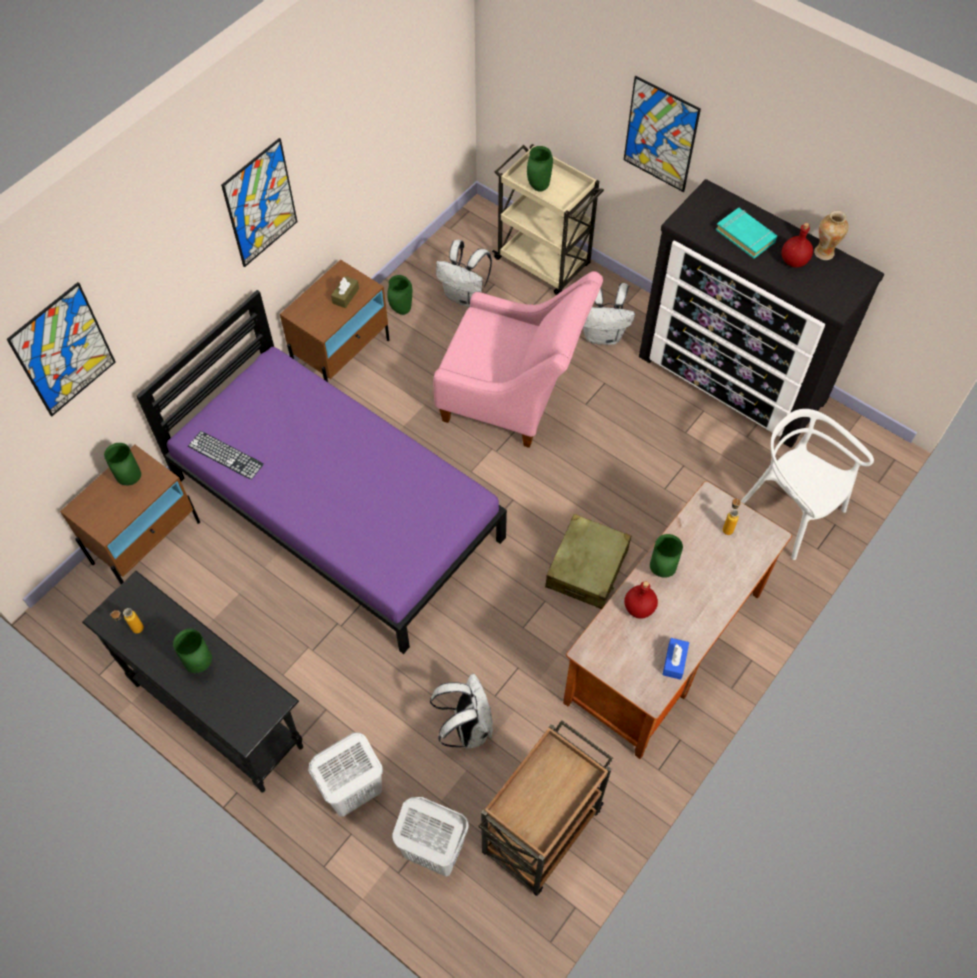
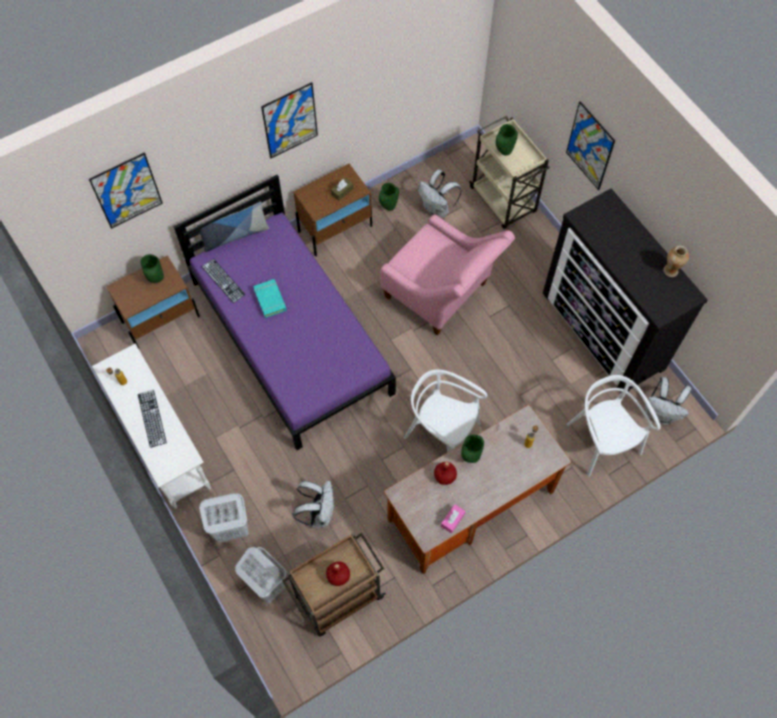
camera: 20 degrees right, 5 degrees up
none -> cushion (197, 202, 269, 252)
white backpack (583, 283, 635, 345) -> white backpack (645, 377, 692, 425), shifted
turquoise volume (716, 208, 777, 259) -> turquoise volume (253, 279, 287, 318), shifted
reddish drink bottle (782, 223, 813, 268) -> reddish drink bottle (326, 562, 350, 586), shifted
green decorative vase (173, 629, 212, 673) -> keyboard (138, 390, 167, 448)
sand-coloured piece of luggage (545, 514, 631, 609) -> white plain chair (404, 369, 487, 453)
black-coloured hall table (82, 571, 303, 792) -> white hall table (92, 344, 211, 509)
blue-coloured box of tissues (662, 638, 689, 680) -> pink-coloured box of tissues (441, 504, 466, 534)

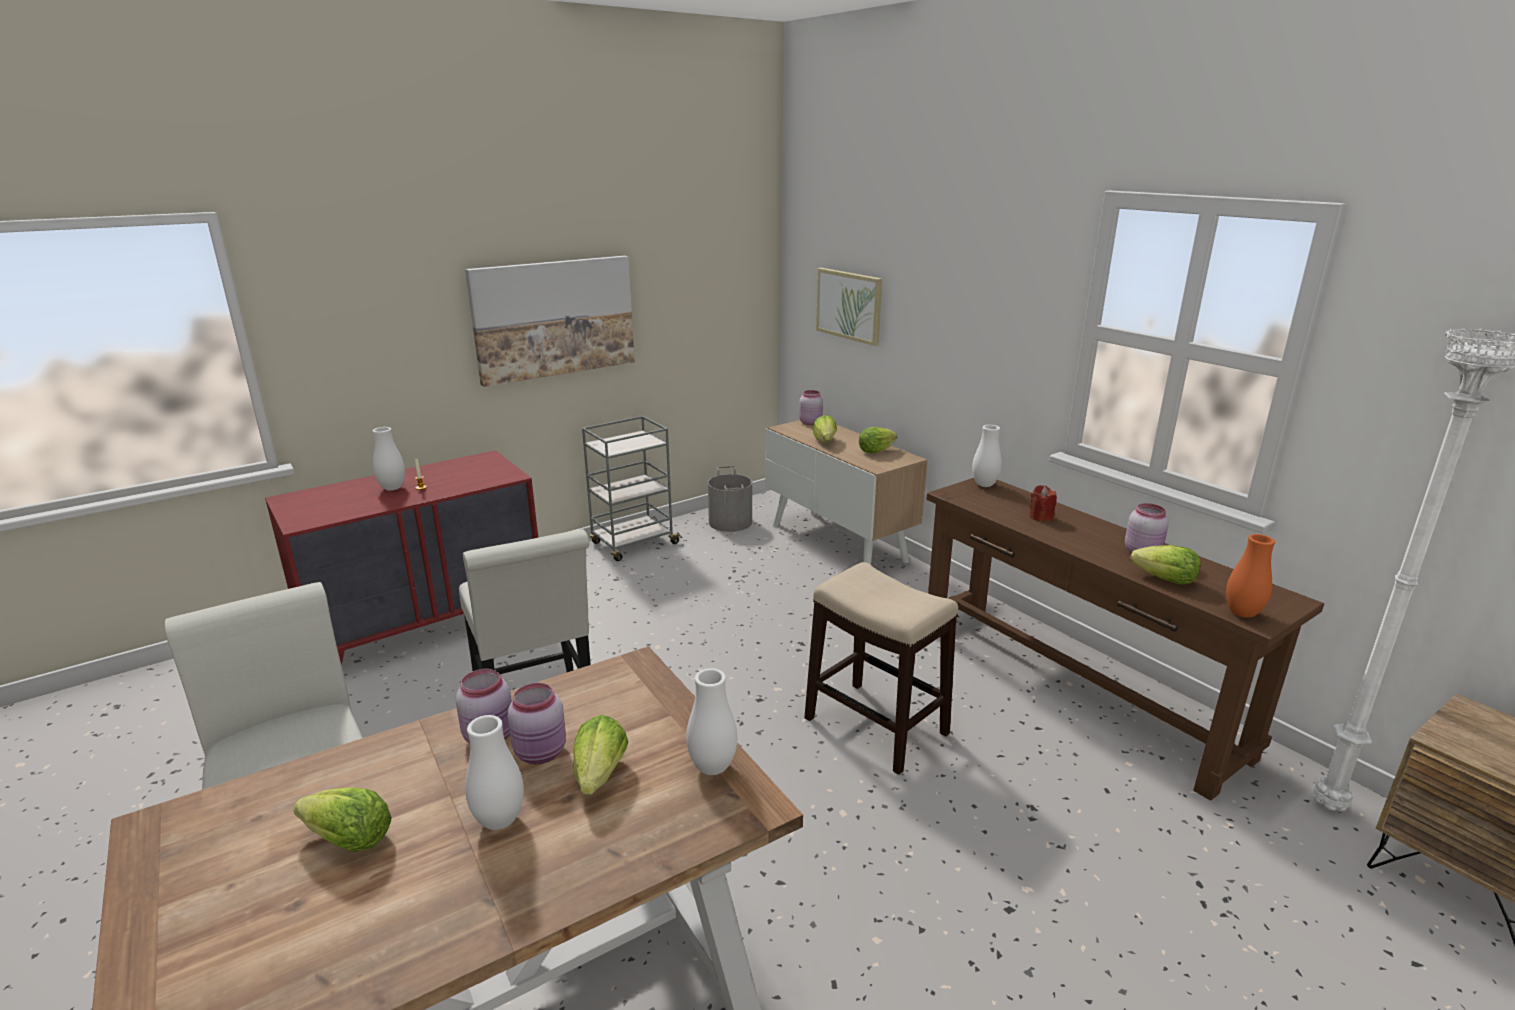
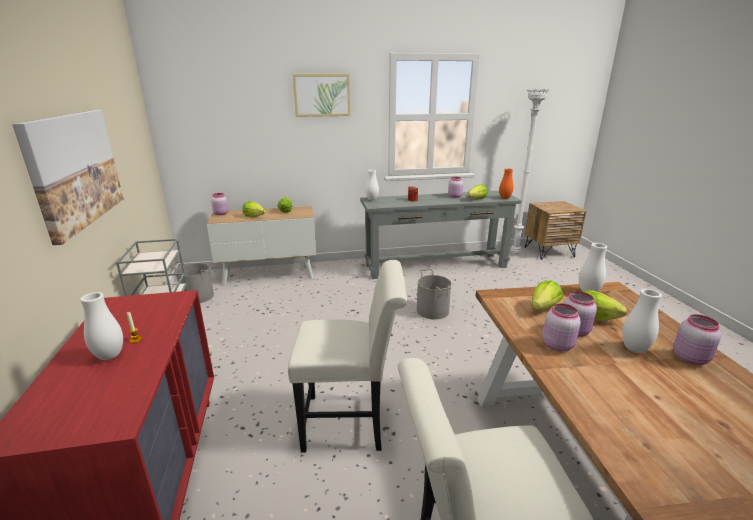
camera: 65 degrees left, 0 degrees up
none -> pink-coloured storage jar (673, 314, 721, 365)
lettuce head (293, 787, 392, 852) -> lettuce head (531, 280, 563, 310), shifted
wall picture (816, 268, 882, 346) -> wall picture (293, 74, 350, 117), shifted
stool (804, 562, 958, 775) -> greyish bucket (417, 269, 452, 319)
brown-coloured hall table (927, 478, 1324, 801) -> greyish hall table (360, 191, 521, 279)

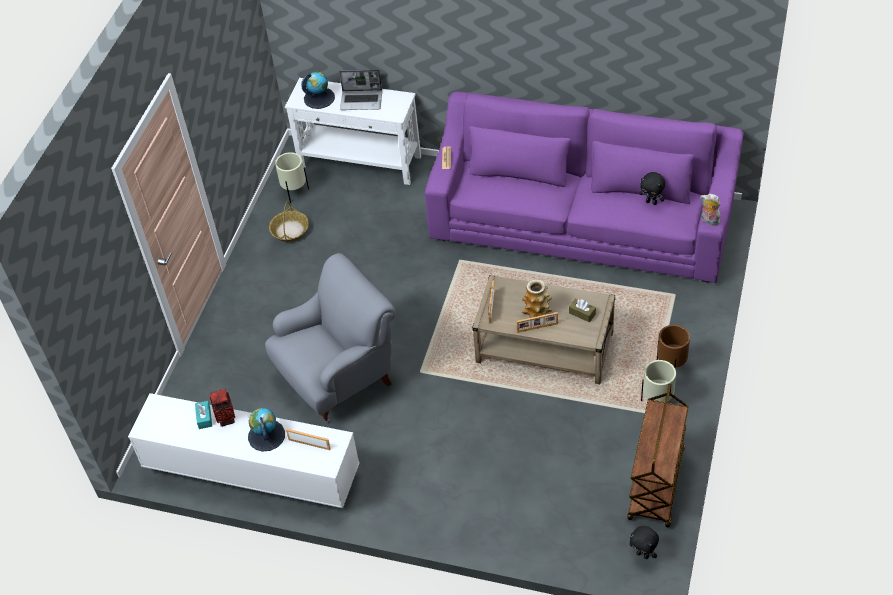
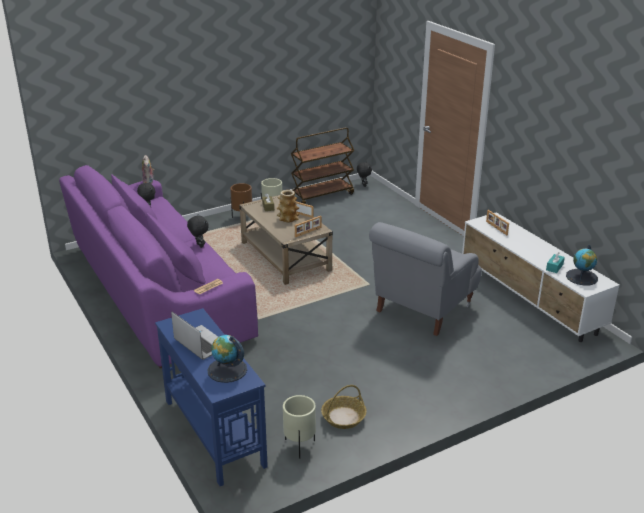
camera: 140 degrees left, 20 degrees down
decorative vase (210, 389, 235, 427) -> none
none -> black-coloured cuddly toy (187, 214, 209, 248)
world globe (248, 408, 285, 452) -> world globe (566, 245, 598, 286), shifted
white hall table (285, 78, 421, 185) -> blue-coloured hall table (155, 308, 268, 486)
greyish lounge chair (265, 253, 396, 423) -> greyish lounge chair (369, 222, 482, 336), 60 degrees counterclockwise

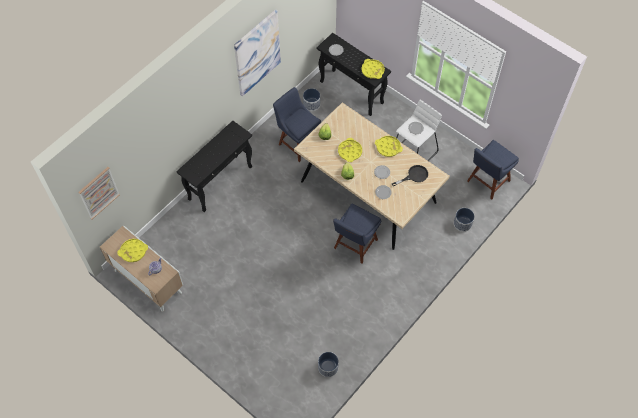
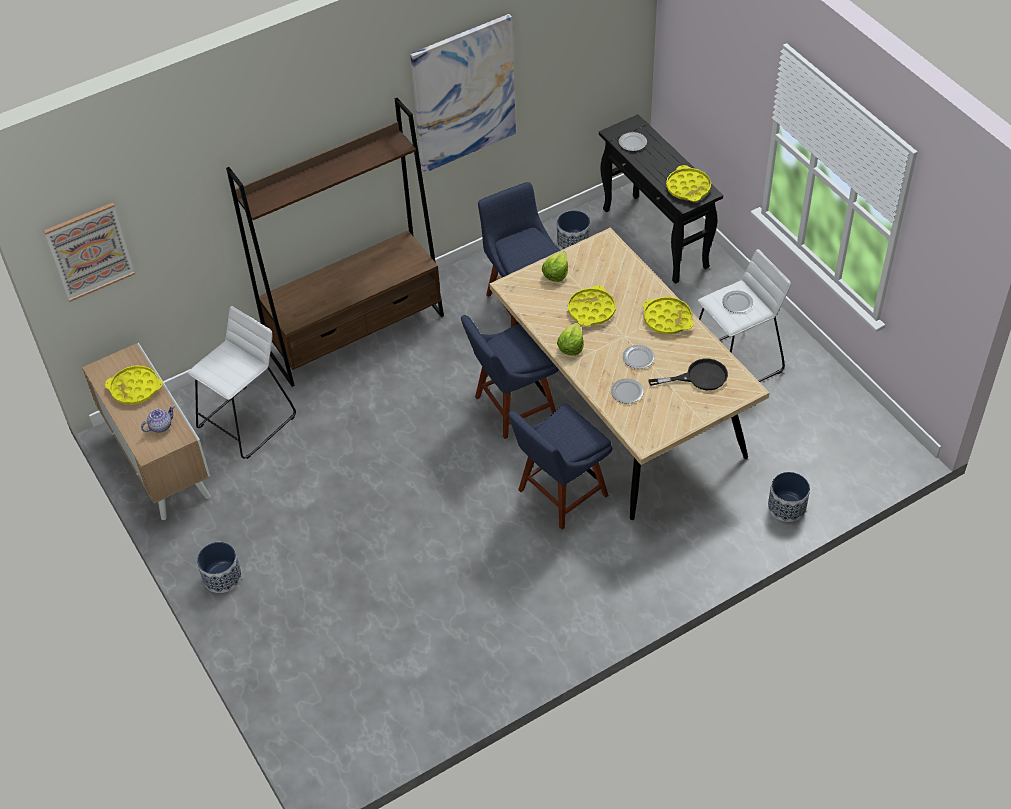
camera: 20 degrees right, 10 degrees down
none -> white stool (188, 306, 296, 459)
plant pot (318, 352, 339, 377) -> plant pot (197, 542, 242, 593), shifted
blue-coloured plain chair (467, 140, 519, 200) -> blue-coloured plain chair (461, 315, 559, 439), shifted
black-coloured hall table (176, 121, 252, 212) -> brown-coloured bookcase (226, 98, 444, 387)

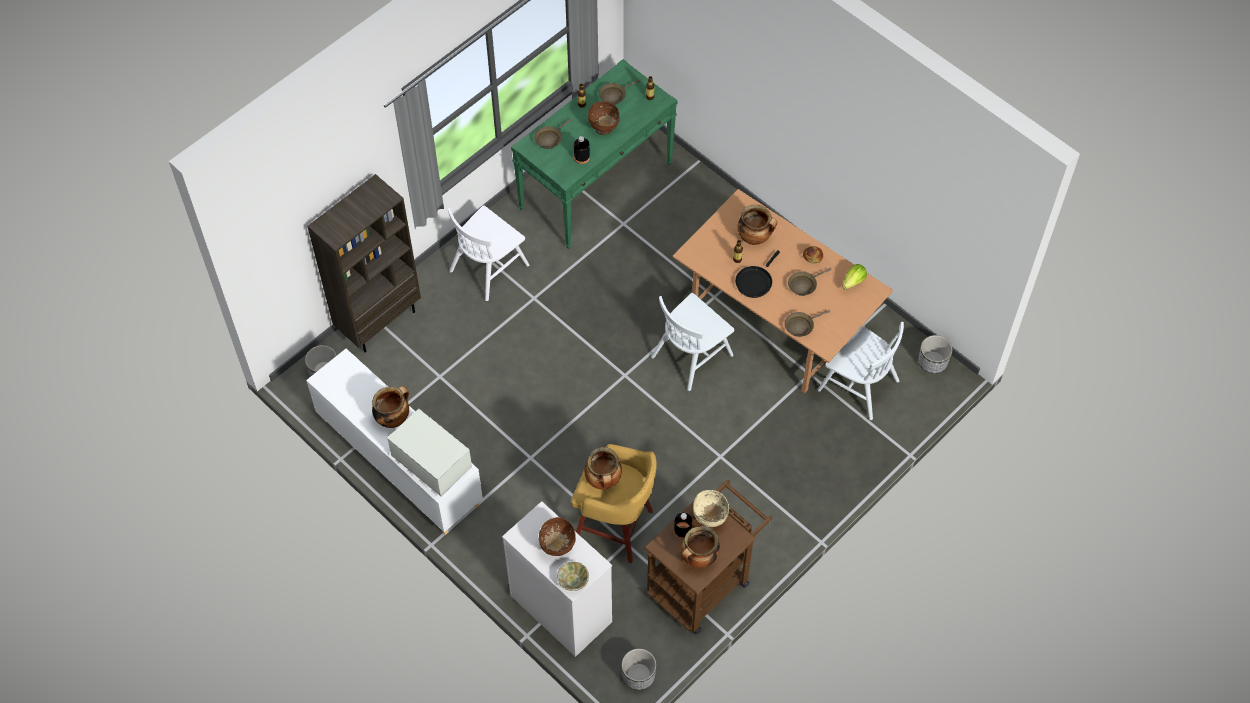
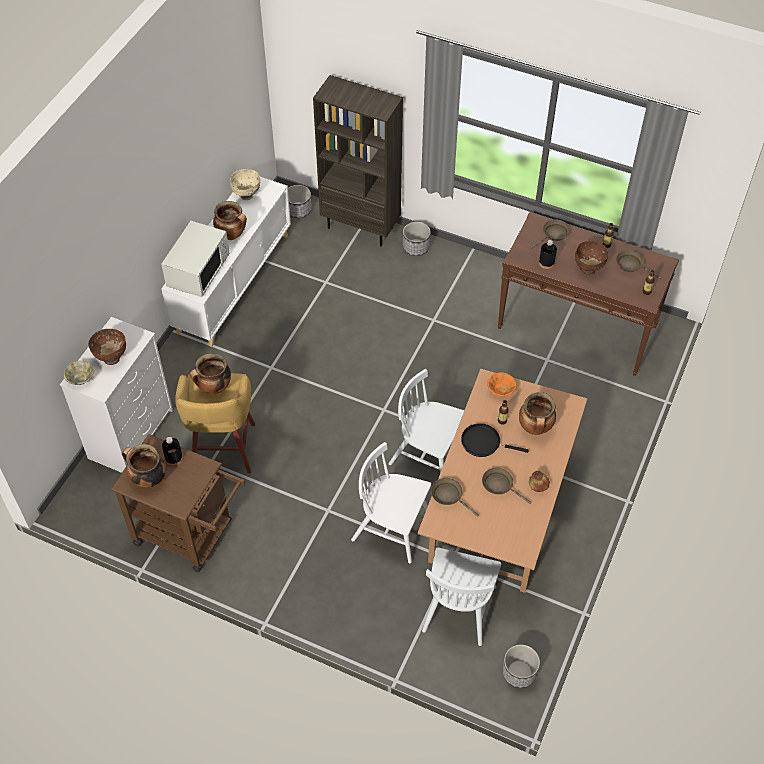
camera: 70 degrees right, 5 degrees down
lettuce head (843, 264, 867, 290) -> none
none -> orangey serving bowl (487, 372, 516, 396)
white plain chair (448, 206, 529, 301) -> white plain chair (351, 442, 431, 563), shifted
plant pot (622, 649, 656, 690) -> plant pot (403, 222, 431, 256), shifted
sand-coloured serving bowl (693, 490, 729, 527) -> sand-coloured serving bowl (230, 169, 261, 200), shifted
green hall table (511, 59, 678, 249) -> brown-coloured hall table (497, 212, 679, 376)
brown-coloured pan (534, 118, 573, 149) -> brown-coloured pan (530, 220, 570, 249), 120 degrees clockwise

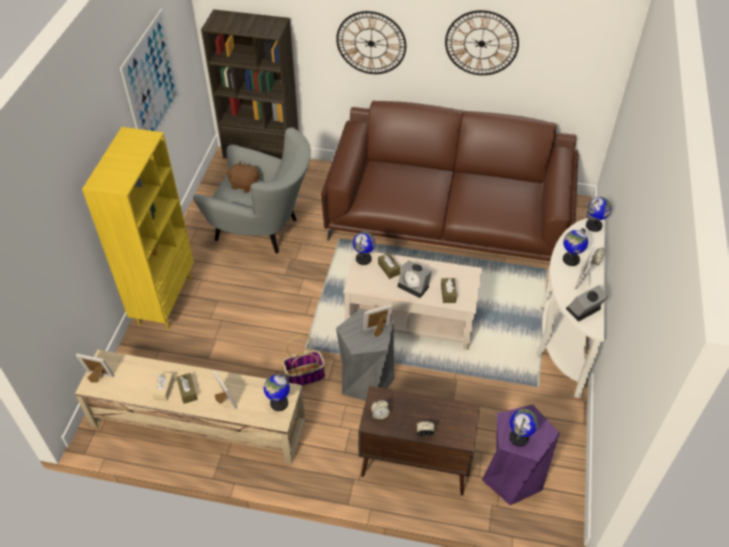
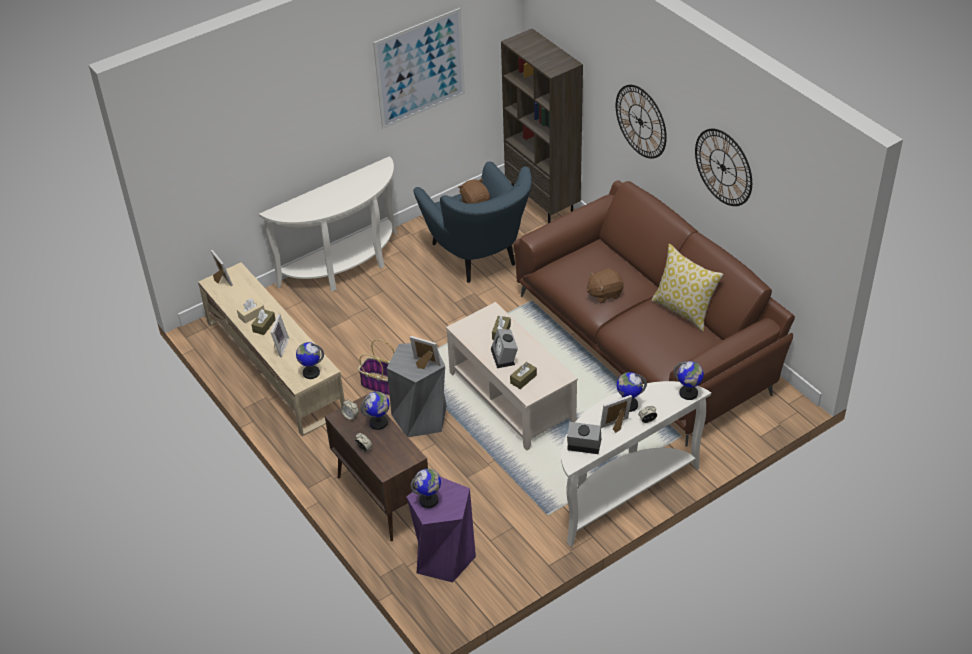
camera: 45 degrees right, 5 degrees down
none -> brown-coloured cuddly toy (586, 268, 624, 303)
none -> cushion (651, 244, 723, 332)
world globe (353, 232, 375, 265) -> world globe (360, 391, 390, 430), shifted
yellowish bookcase (82, 127, 194, 330) -> white hall table (259, 156, 397, 291)
greyish lounge chair (193, 127, 311, 254) -> blue-coloured lounge chair (413, 161, 532, 283)

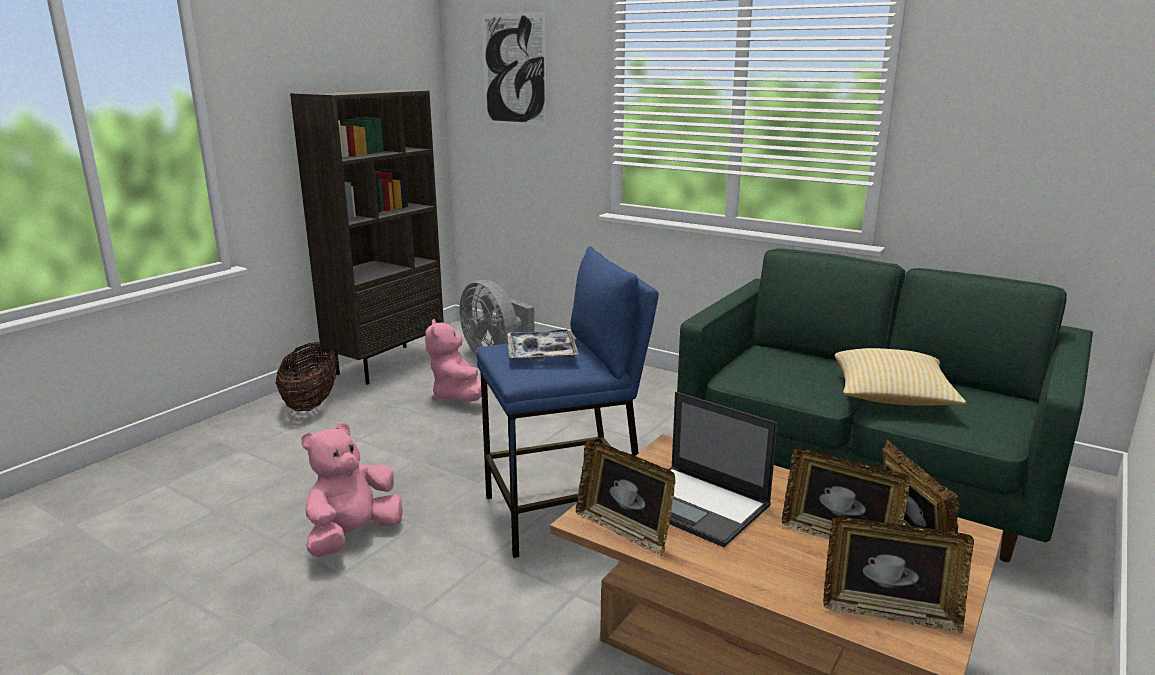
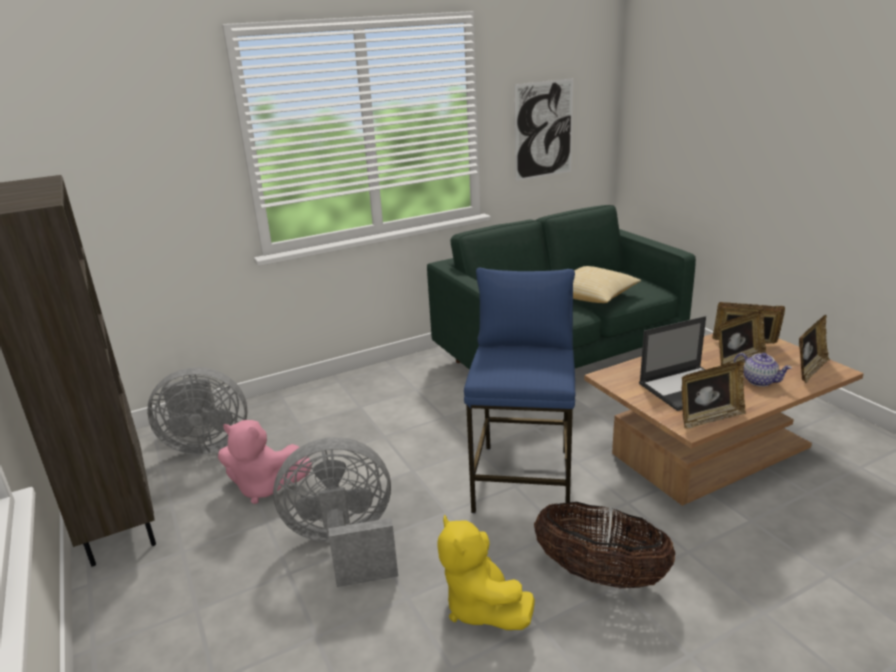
camera: 60 degrees left, 5 degrees up
tray (507, 329, 578, 362) -> none
none -> greyish fan (273, 437, 398, 587)
none -> pot for tea (734, 353, 792, 387)
storage basket (275, 342, 338, 411) -> storage basket (534, 502, 675, 588), shifted
wall picture (482, 12, 547, 126) -> wall picture (514, 78, 573, 181), shifted
pink-coloured cuddly toy (301, 422, 403, 557) -> yellowish cuddly toy (438, 515, 535, 630)

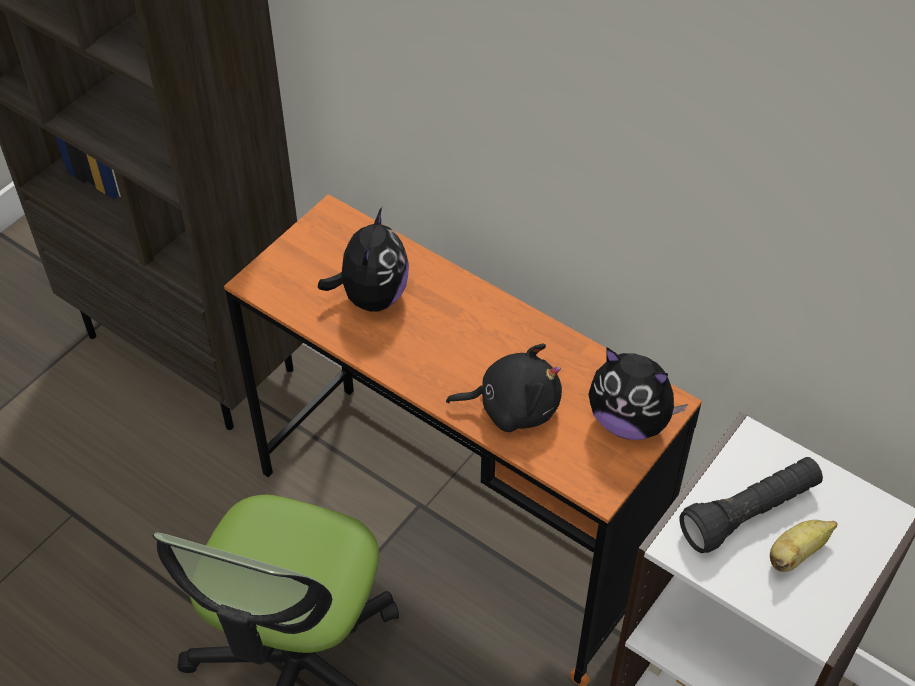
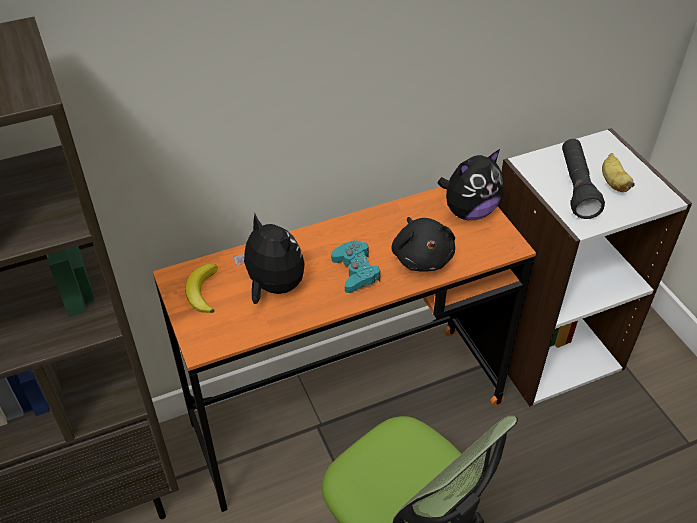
camera: 60 degrees left, 5 degrees down
none -> whole banana (185, 263, 218, 313)
none -> turquoise joypad (331, 240, 380, 293)
black-coloured cuddly toy (446, 344, 562, 432) -> black-coloured cuddly toy (392, 217, 455, 272), 135 degrees clockwise

